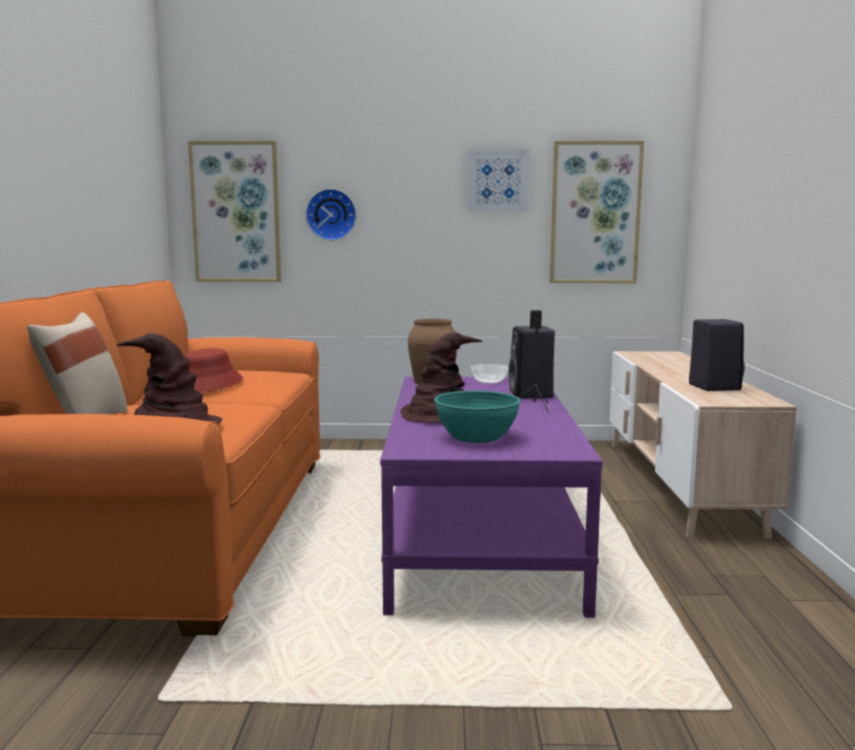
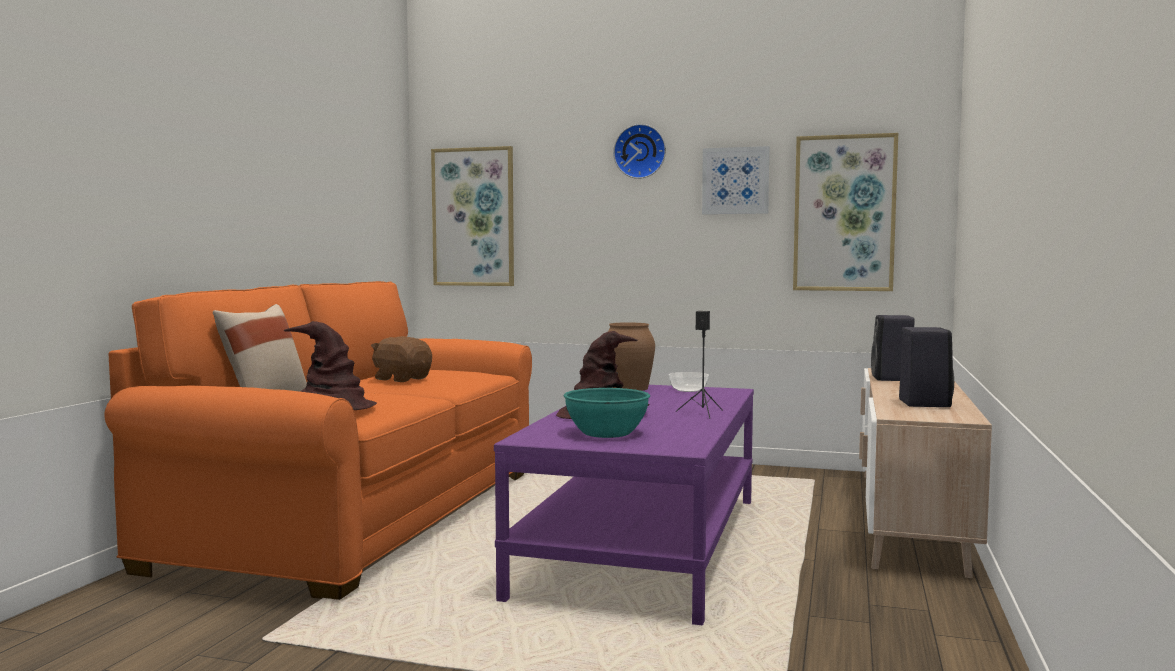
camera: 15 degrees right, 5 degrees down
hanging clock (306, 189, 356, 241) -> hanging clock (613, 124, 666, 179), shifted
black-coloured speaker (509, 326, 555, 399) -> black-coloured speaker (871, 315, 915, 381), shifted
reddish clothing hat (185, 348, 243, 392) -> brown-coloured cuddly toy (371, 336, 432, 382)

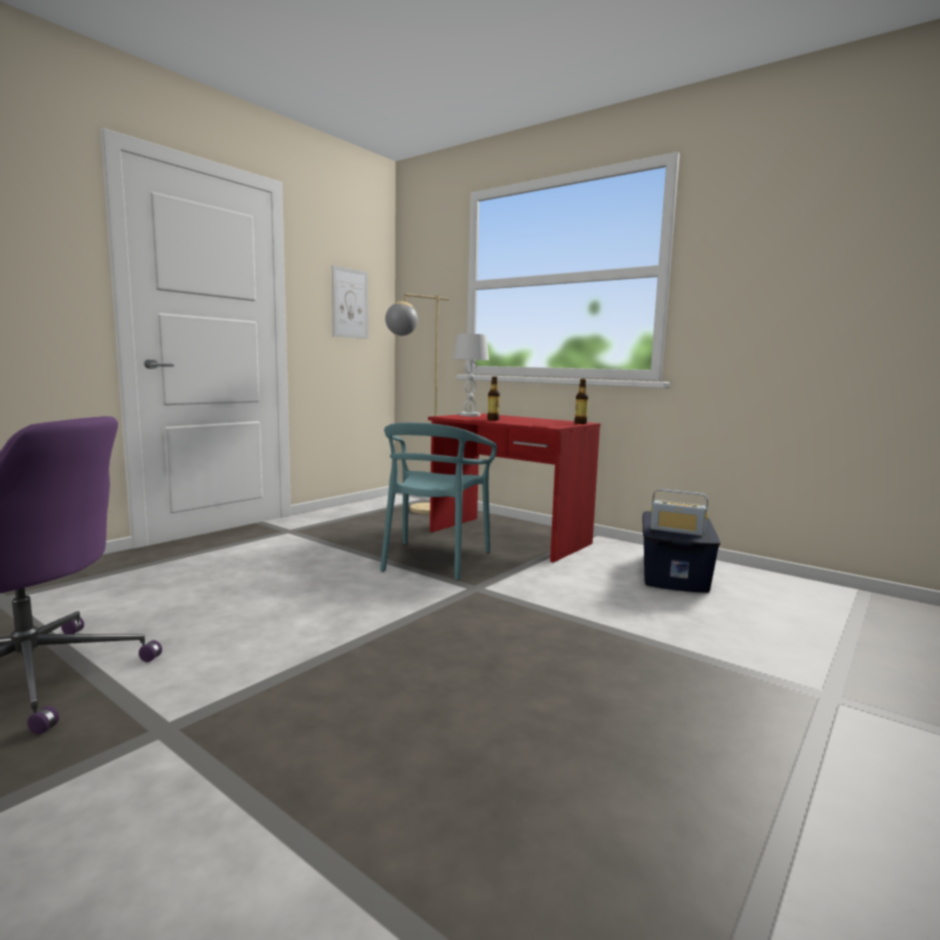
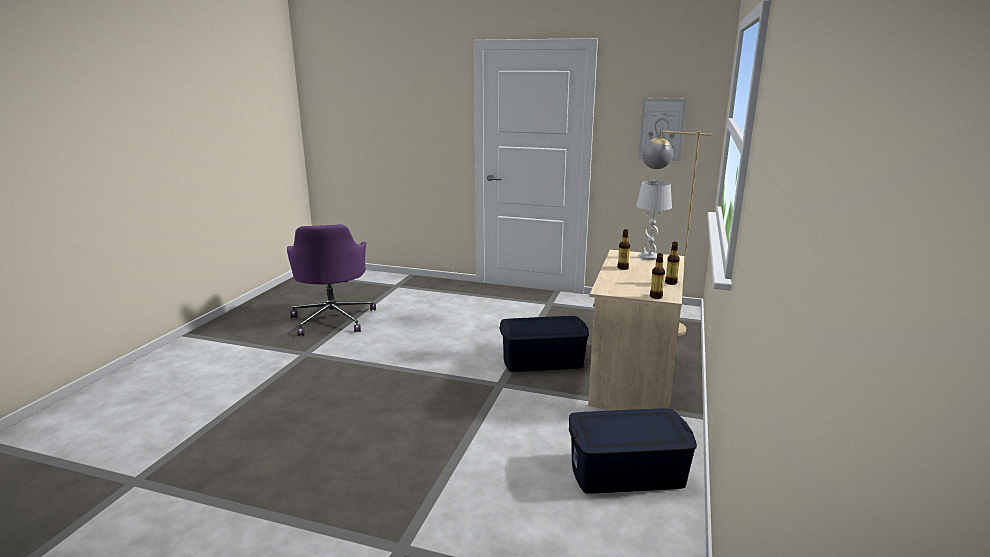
camera: 70 degrees right, 10 degrees up
radio set (651, 489, 708, 536) -> none
none -> drink bottle (665, 242, 680, 285)
turquoise plain chair (380, 422, 497, 580) -> blue-coloured storage bin (499, 316, 589, 372)
reddish desk table (428, 413, 600, 563) -> sand-coloured desk table (588, 250, 684, 410)

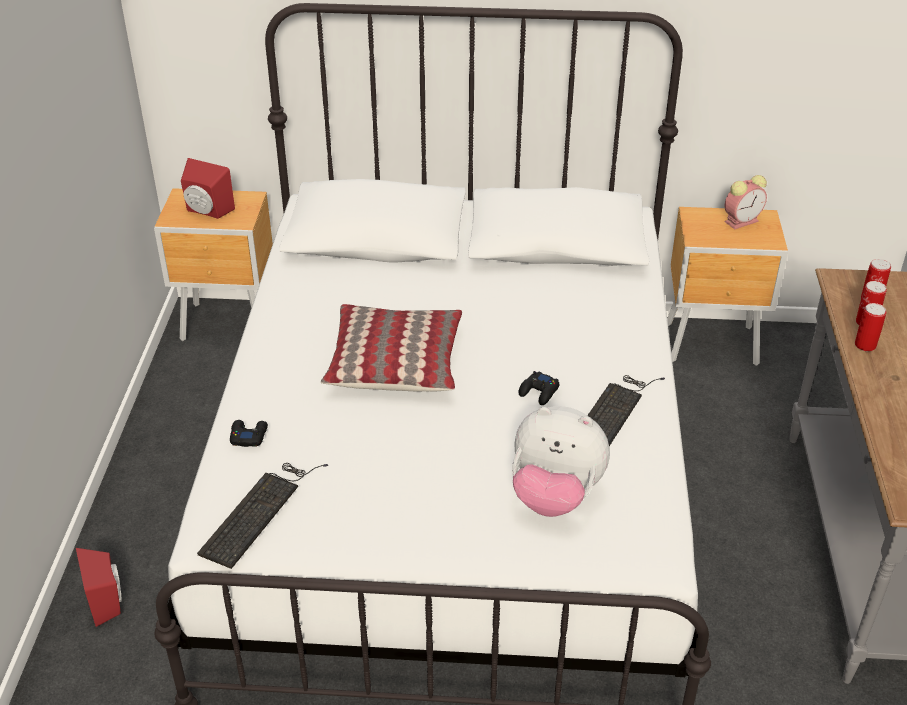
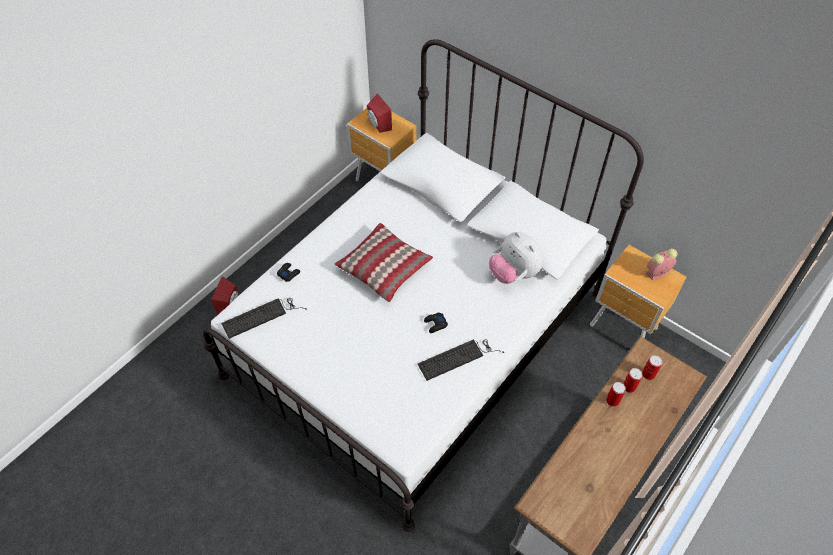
camera: 35 degrees right, 15 degrees up
cuddly toy (512, 406, 610, 517) -> cuddly toy (489, 232, 543, 284), shifted
alarm clock (725, 175, 767, 230) -> alarm clock (646, 248, 677, 280), 150 degrees clockwise

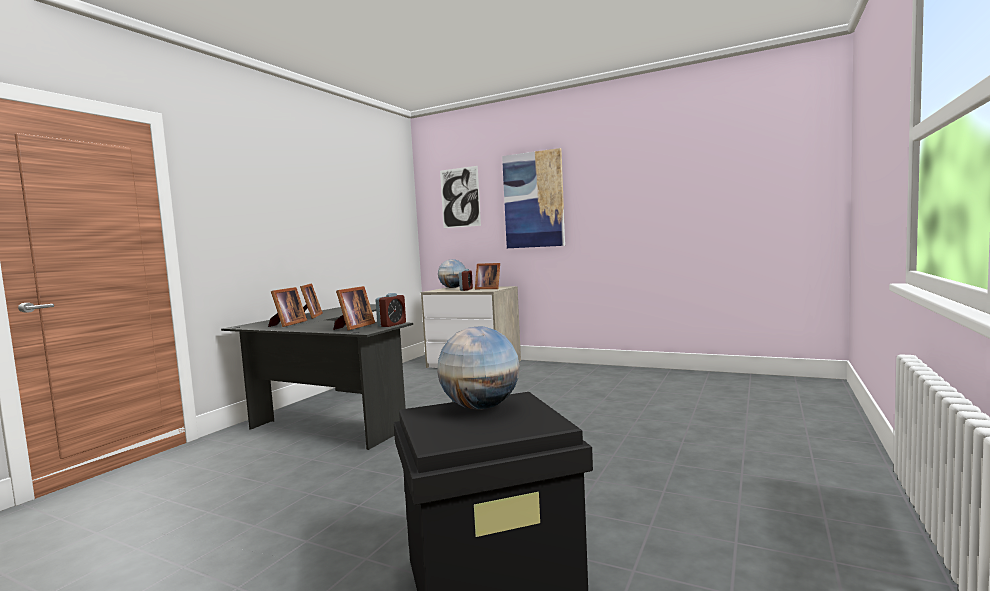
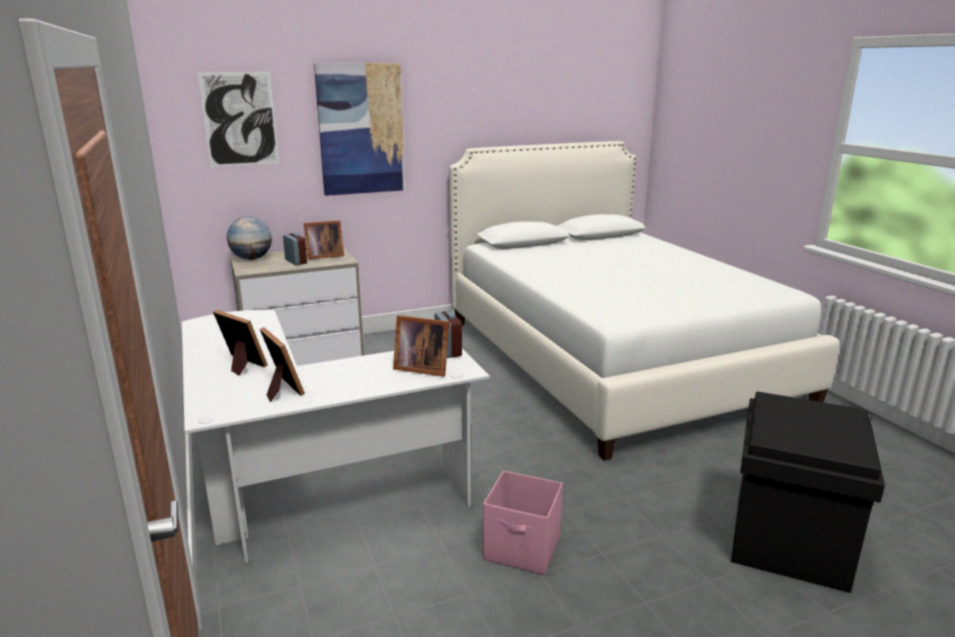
camera: 50 degrees left, 15 degrees up
world globe (437, 327, 520, 410) -> none
none -> white sleeping bed (449, 141, 839, 461)
none -> pink-coloured storage bin (483, 471, 563, 575)
black-coloured desk table (221, 304, 413, 450) -> white desk table (182, 310, 490, 563)
picture frame (333, 286, 375, 330) -> picture frame (393, 315, 449, 377), 135 degrees clockwise

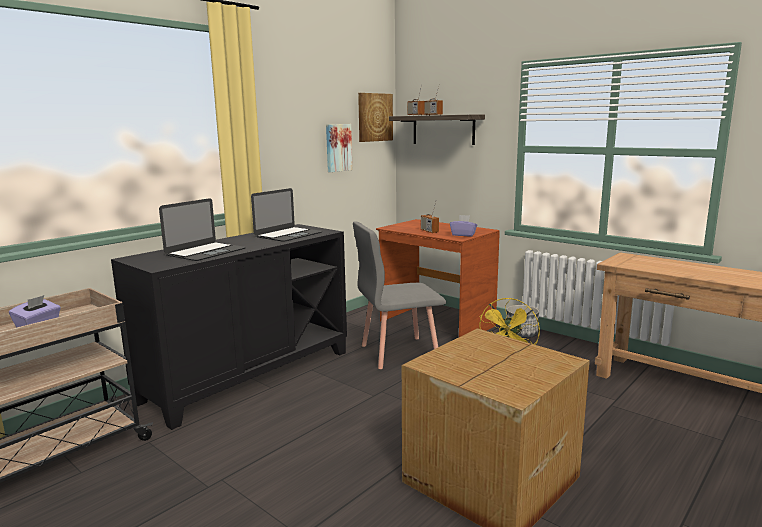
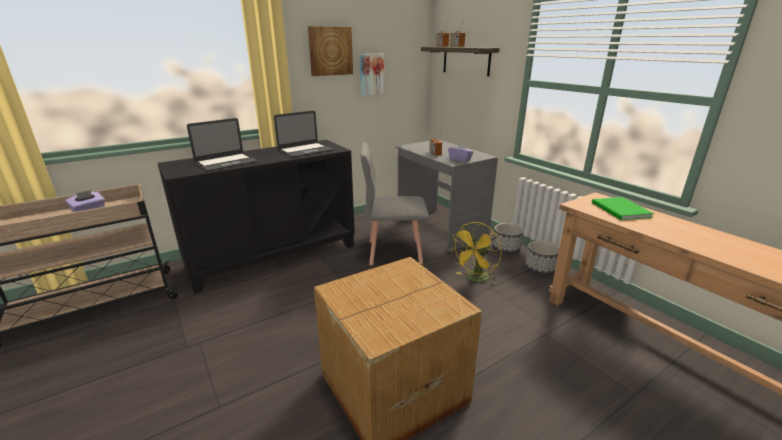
camera: 15 degrees right, 10 degrees up
none -> plant pot (525, 241, 559, 275)
none -> green volume (592, 197, 654, 220)
wall picture (358, 93, 393, 142) -> wall picture (308, 26, 353, 76), shifted
brown-coloured desk table (376, 219, 500, 337) -> greyish desk table (396, 139, 498, 252)

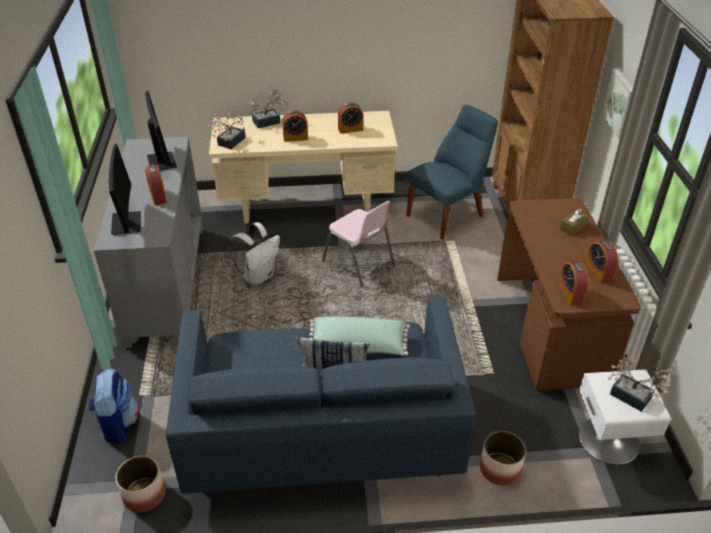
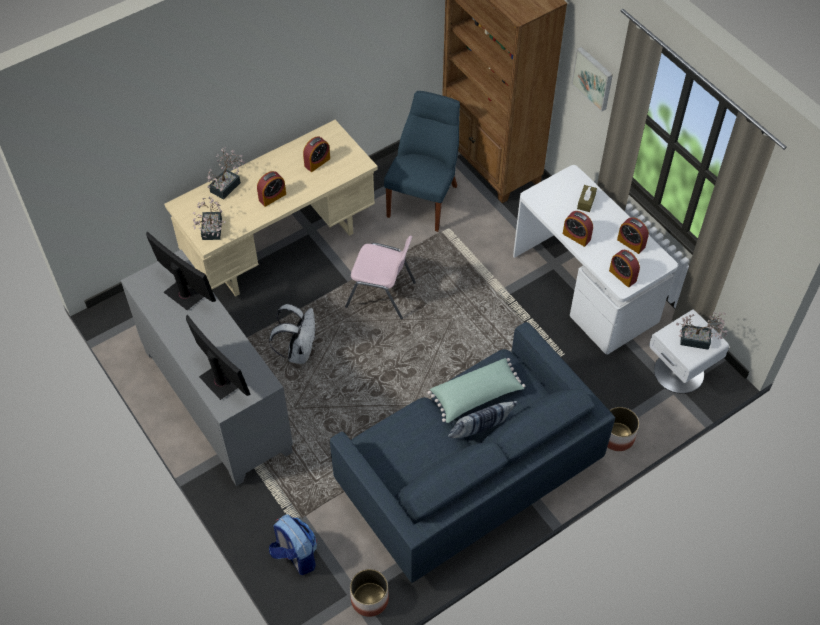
camera: 30 degrees left, 15 degrees up
alarm clock (145, 164, 167, 205) -> alarm clock (563, 211, 593, 247), shifted
brown-coloured desk table (497, 198, 641, 392) -> white desk table (513, 165, 678, 355)

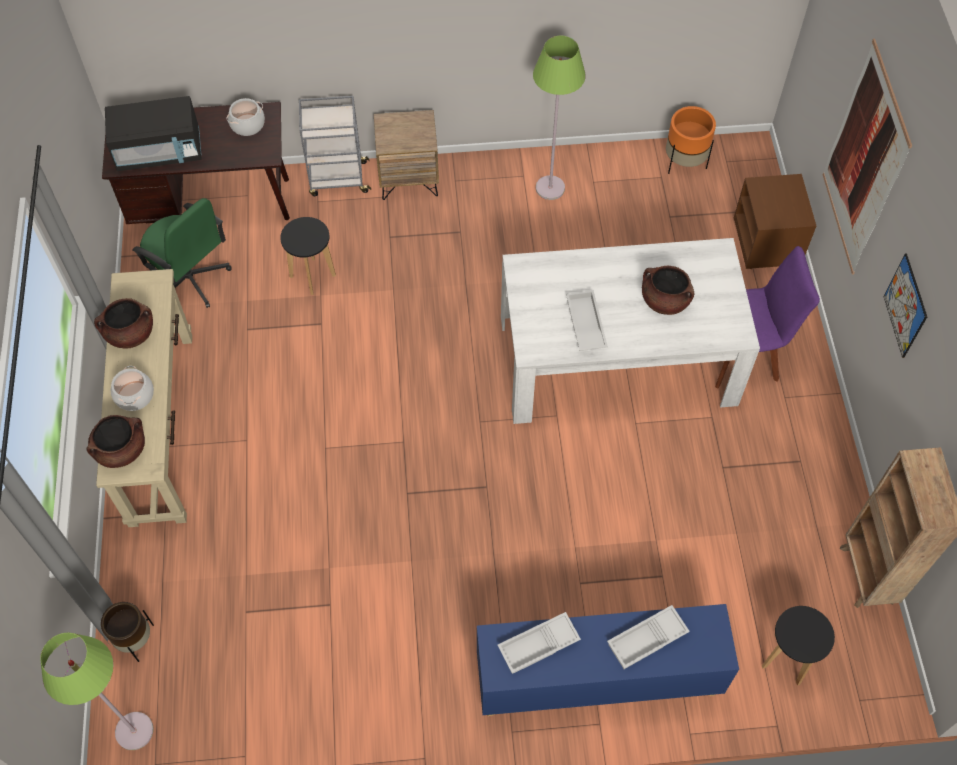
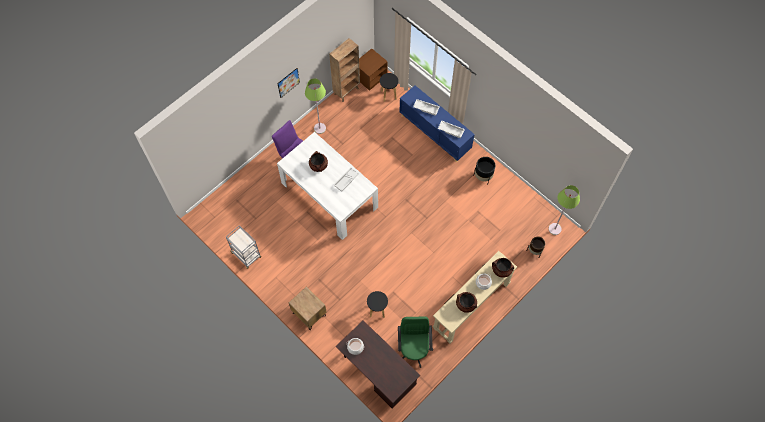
camera: 130 degrees left, 5 degrees up
black-coloured kitchen microwave (105, 96, 202, 171) -> none
orangey plant pot (666, 106, 716, 174) -> none
wall picture (823, 39, 912, 275) -> none
none -> black-coloured plant pot (474, 157, 496, 185)
greyish wheeled cart (299, 96, 371, 196) -> greyish wheeled cart (226, 225, 261, 269), shifted
green standard lamp (533, 35, 586, 200) -> green standard lamp (305, 78, 326, 134), shifted
brown-coloured bedside table (734, 174, 816, 269) -> brown-coloured bedside table (359, 48, 388, 90), shifted

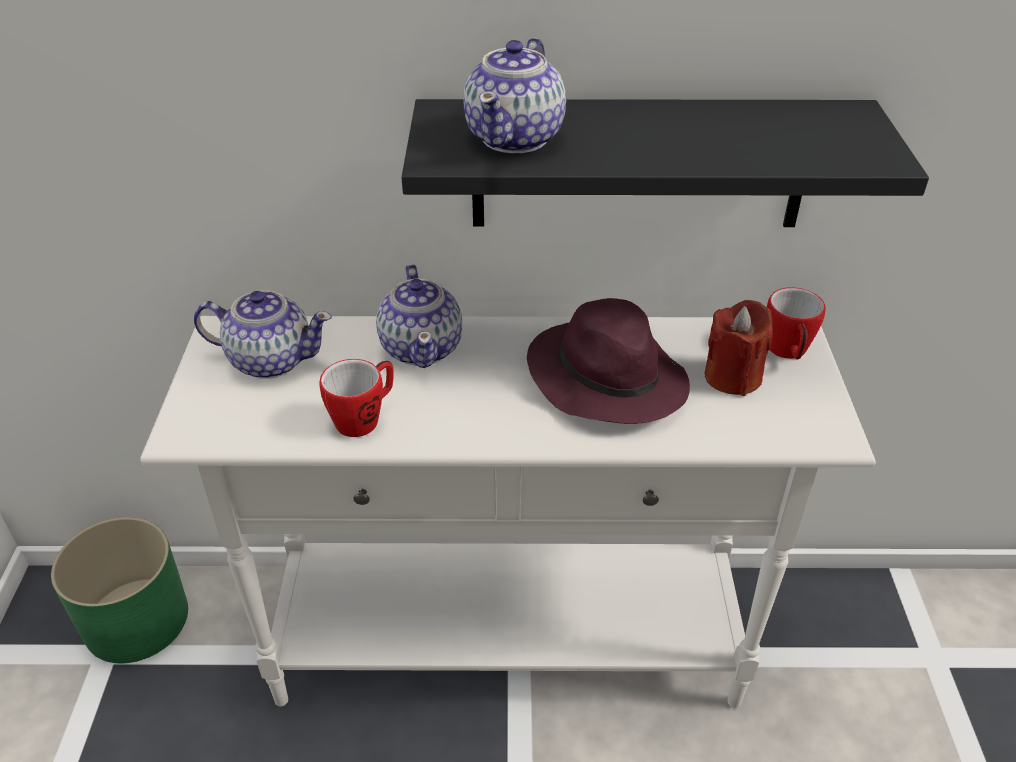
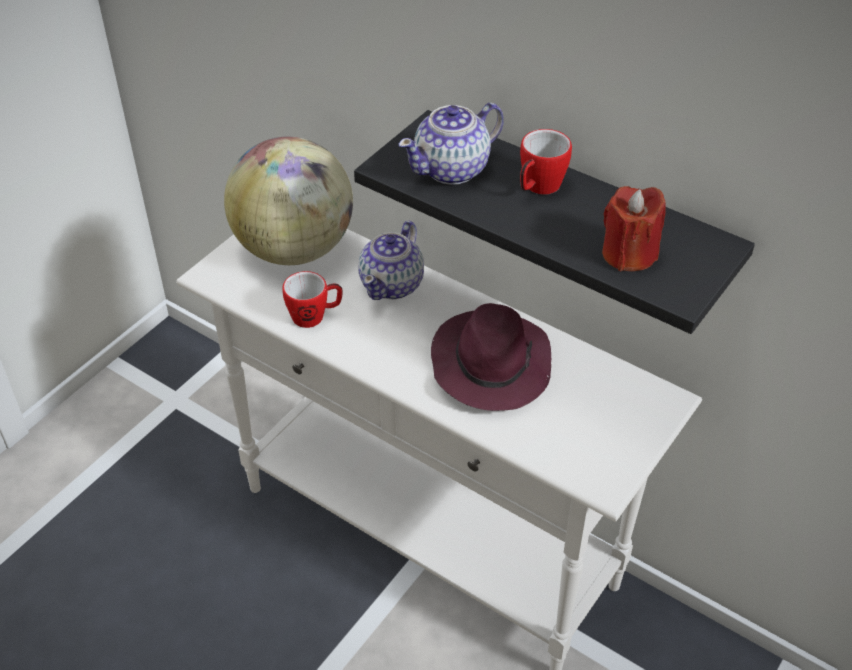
camera: 35 degrees right, 5 degrees up
green plant pot (51, 517, 188, 663) -> none
reddish candle (705, 300, 773, 396) -> reddish candle (602, 186, 666, 271), shifted
mug (767, 287, 826, 360) -> mug (520, 129, 572, 195), shifted
pot for tea (194, 290, 332, 379) -> world globe (224, 137, 353, 265)

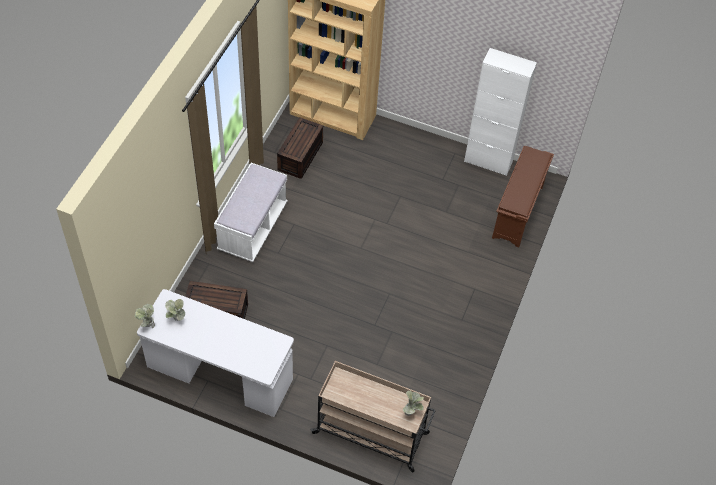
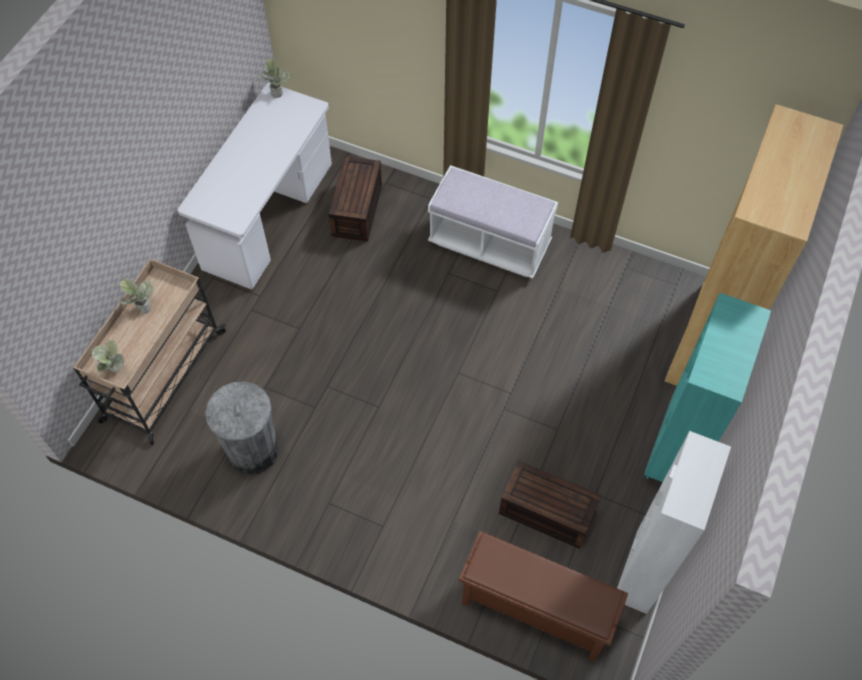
camera: 95 degrees right, 5 degrees up
none -> greyish rubbish bin (205, 381, 279, 475)
none -> turquoise bookcase (644, 293, 771, 482)
potted plant (165, 299, 185, 321) -> potted plant (120, 278, 154, 314), shifted
brown-coloured storage bin (277, 117, 323, 179) -> brown-coloured storage bin (499, 460, 601, 549), shifted

